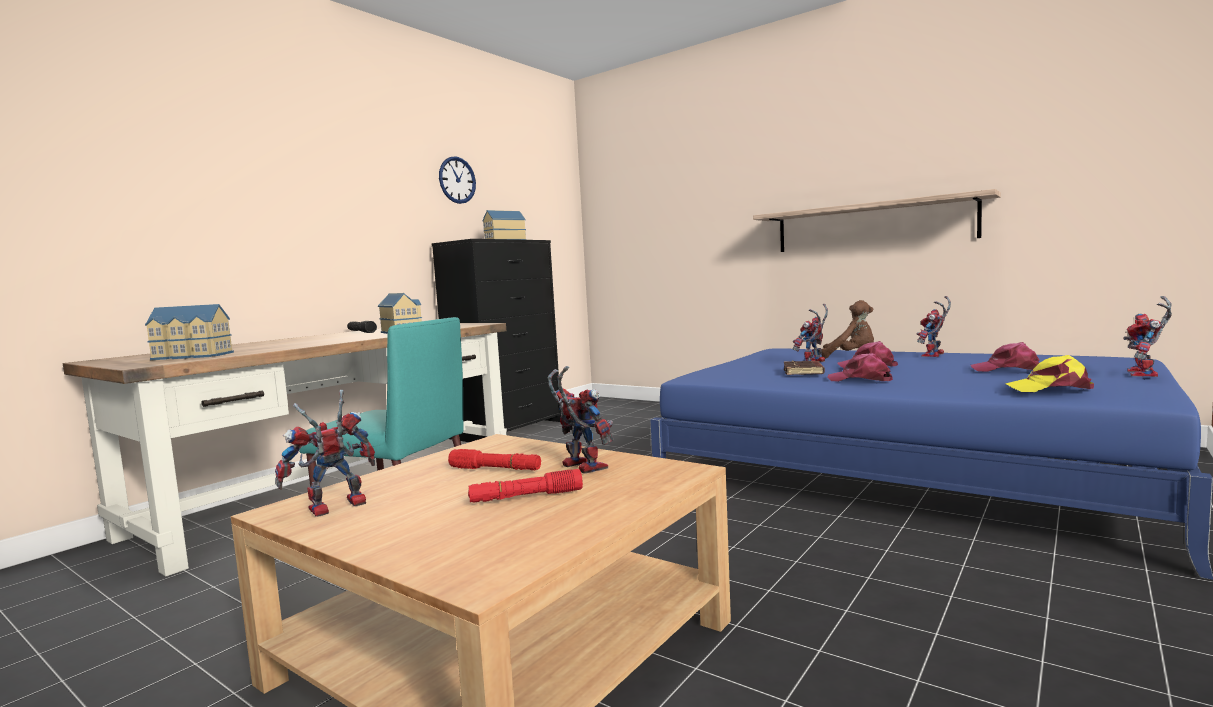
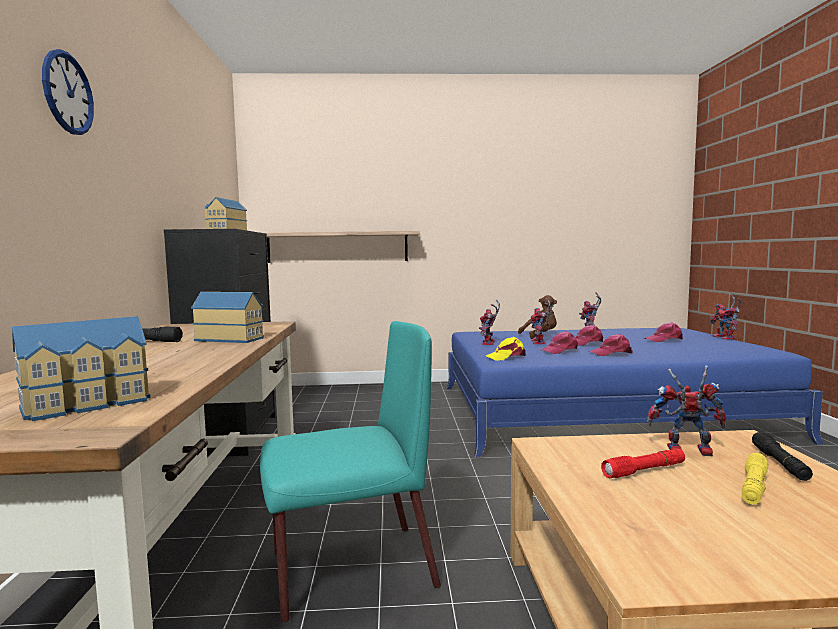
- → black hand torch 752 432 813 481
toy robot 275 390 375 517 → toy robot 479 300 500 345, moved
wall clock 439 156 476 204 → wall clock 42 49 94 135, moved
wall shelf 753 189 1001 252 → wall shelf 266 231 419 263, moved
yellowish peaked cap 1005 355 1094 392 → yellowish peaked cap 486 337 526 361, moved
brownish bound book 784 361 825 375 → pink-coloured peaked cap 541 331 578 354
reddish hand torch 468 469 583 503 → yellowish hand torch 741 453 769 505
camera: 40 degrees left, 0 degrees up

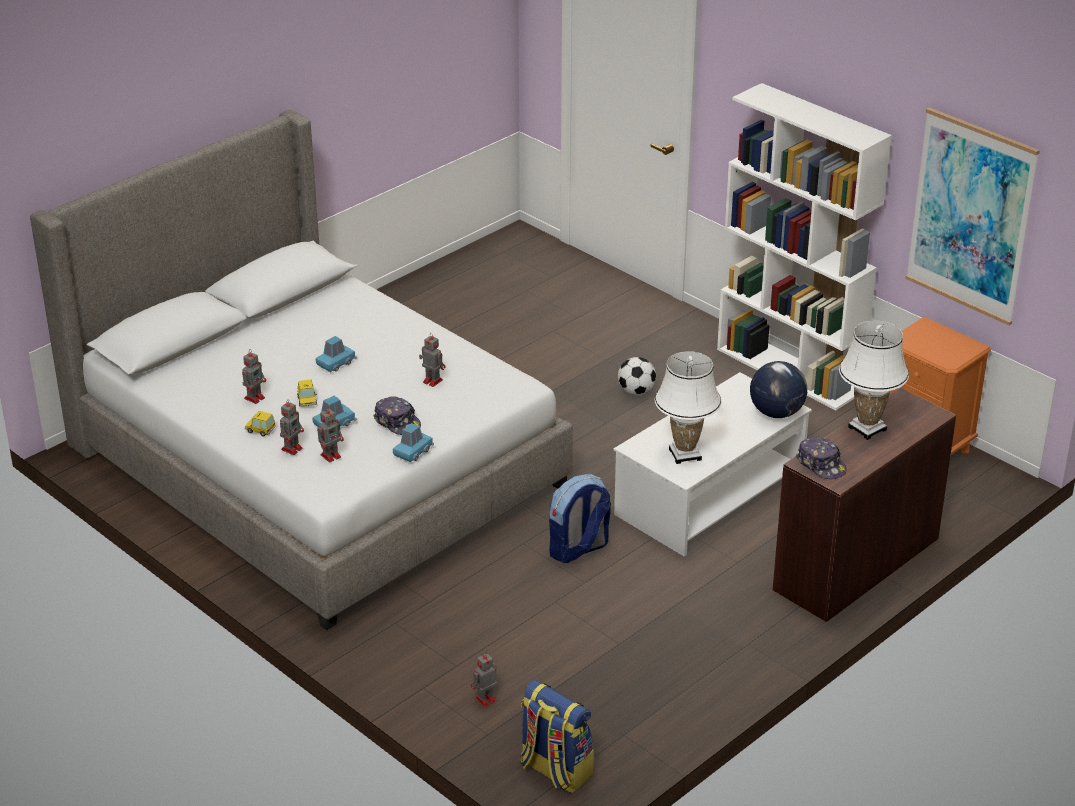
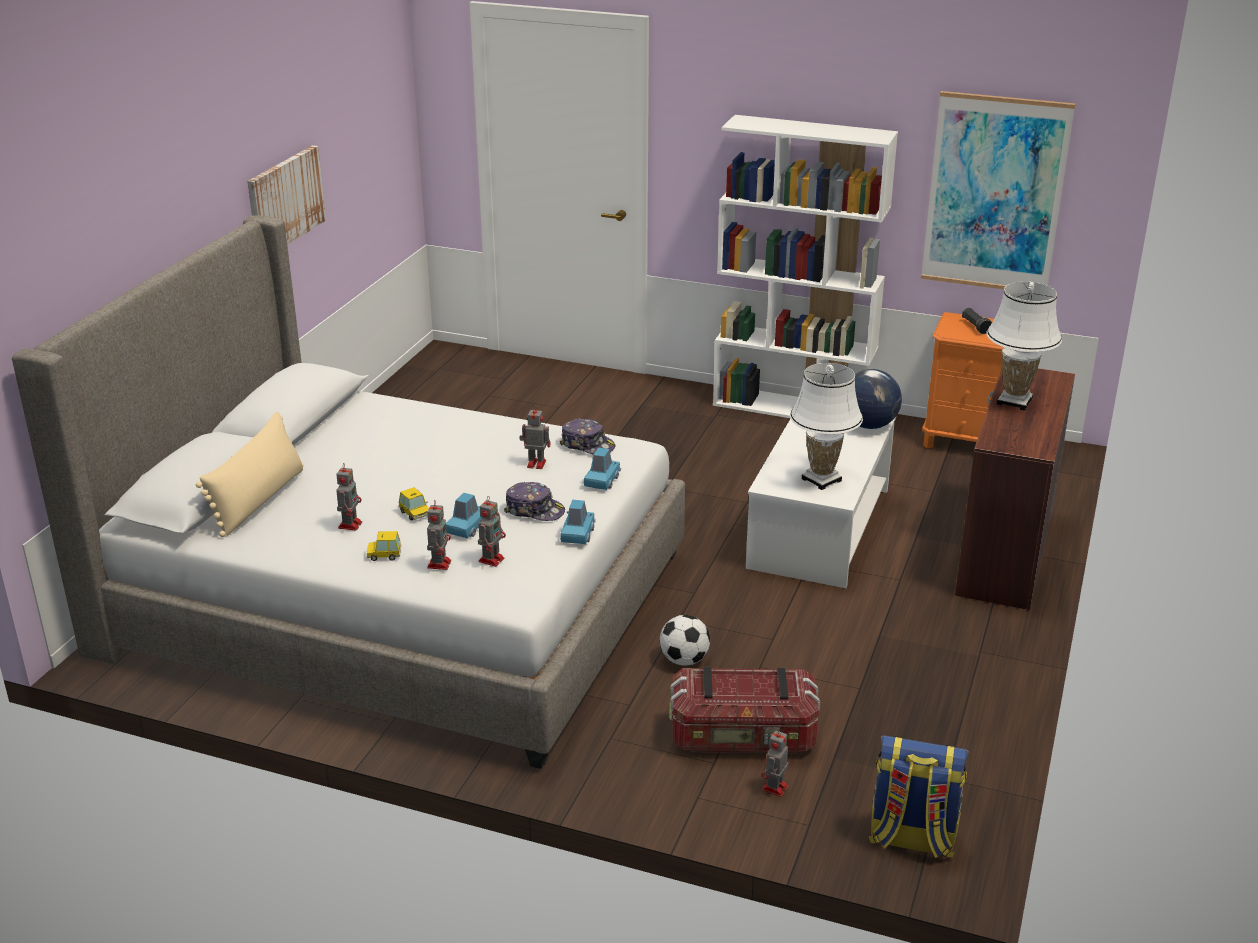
rucksack 549 474 611 563 → -
- → sand-coloured pillow 196 412 303 537
- → picture 247 145 326 245
- → storage box 669 667 820 754
- → black hand torch 962 308 992 334
bluish toy car 316 336 357 372 → bluish toy car 584 448 621 490, moved
ball for football 618 357 656 395 → ball for football 660 615 710 666, moved
peaked cap 796 437 847 479 → peaked cap 559 418 616 454, moved
camera: 25 degrees left, 5 degrees down

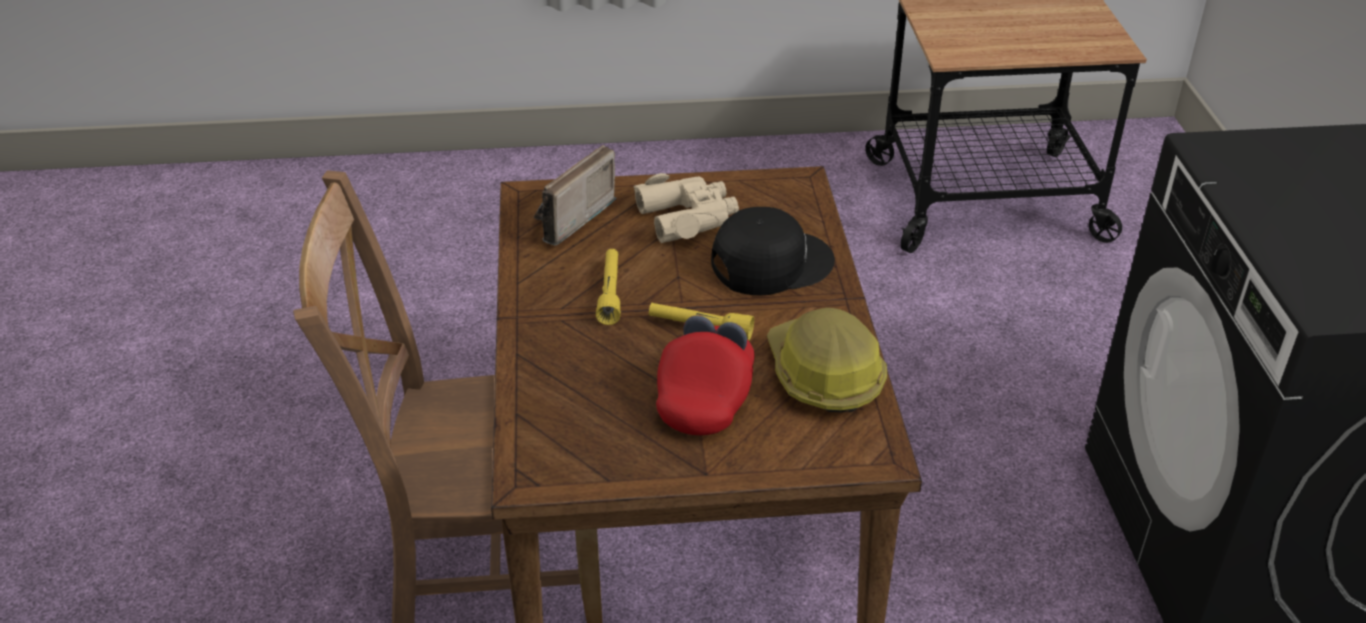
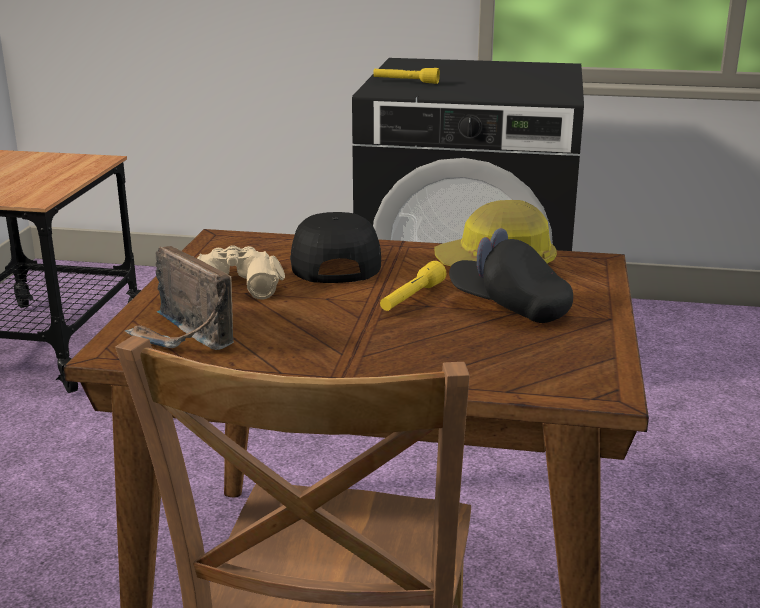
yellowish hand torch 596 249 621 325 → yellowish hand torch 373 68 440 84, moved
reddish peaked cap 656 315 755 435 → black peaked cap 449 228 573 323
camera: 75 degrees left, 15 degrees down

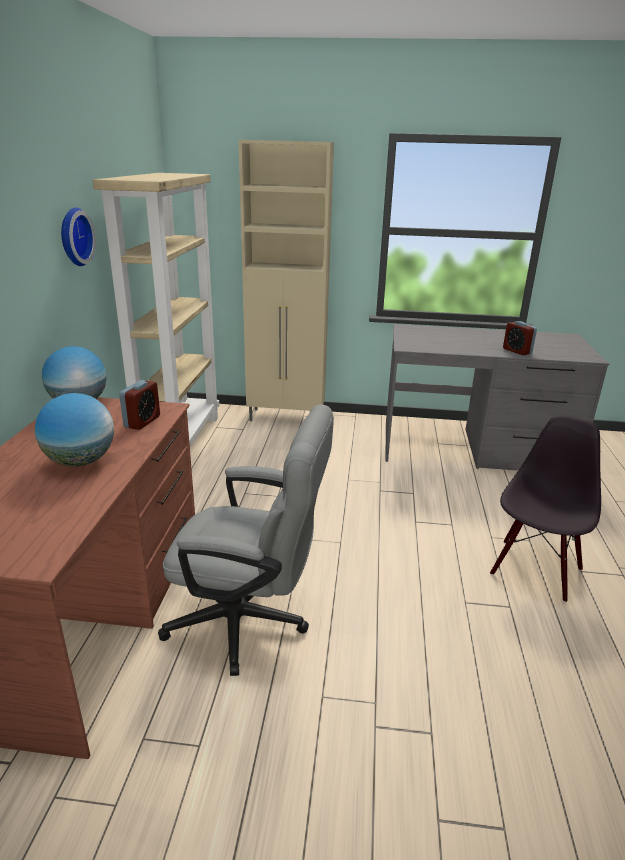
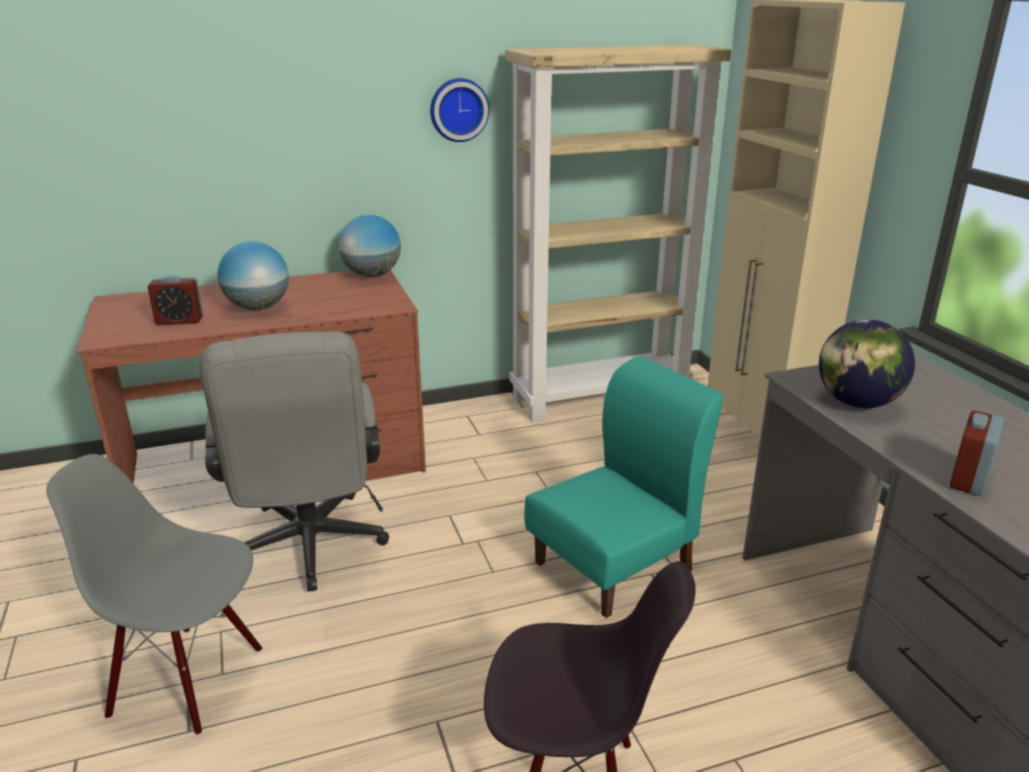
- → greyish plain chair 46 454 262 736
- → turquoise-coloured plain chair 524 356 723 618
- → desk globe 819 319 915 408
bedside clock 119 380 160 430 → bedside clock 148 275 203 325, moved
camera: 65 degrees right, 0 degrees up

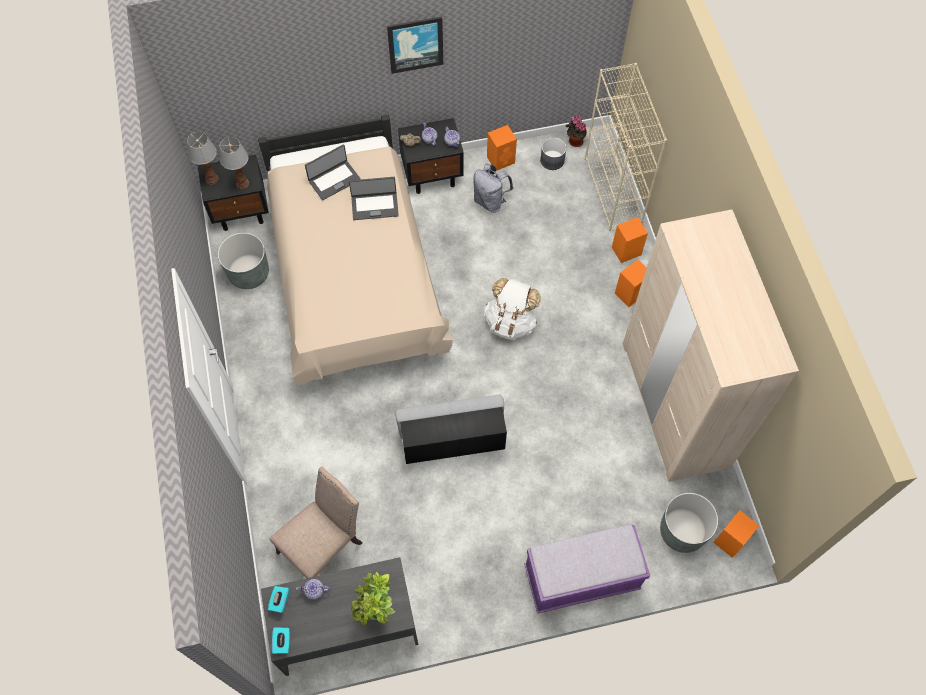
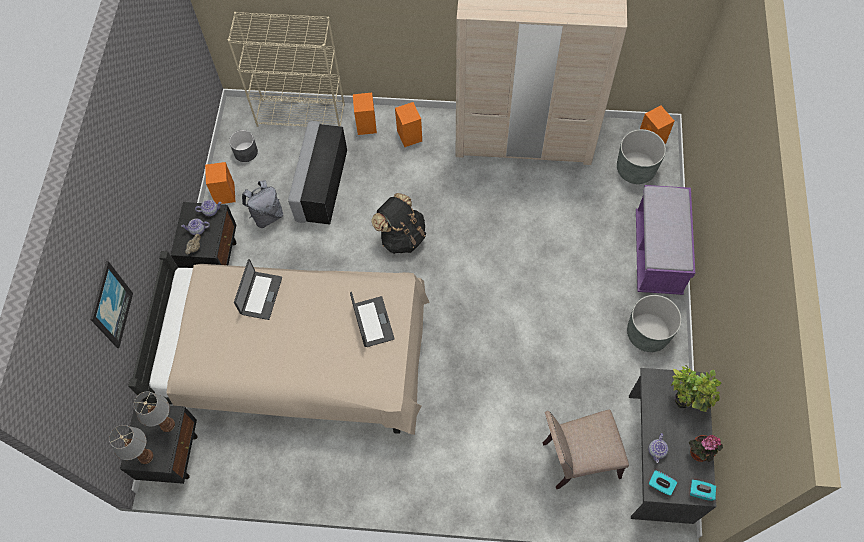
greyish flower pot 218 232 269 289 → greyish flower pot 627 295 682 352, moved
laptop 305 144 361 200 → laptop 350 292 394 347, moved
picture 387 16 443 74 → picture 90 261 133 348, moved
greyish ottoman 395 394 507 464 → greyish ottoman 288 121 347 225, moved
plant in a pot 566 115 587 147 → plant in a pot 689 435 723 462, moved
white-coloured rucksack 484 278 541 340 → black rucksack 371 193 426 254
sand-coloured plain chair 270 467 363 578 → sand-coloured plain chair 543 409 629 489, 75 degrees counterclockwise
camera: 70 degrees left, 0 degrees up

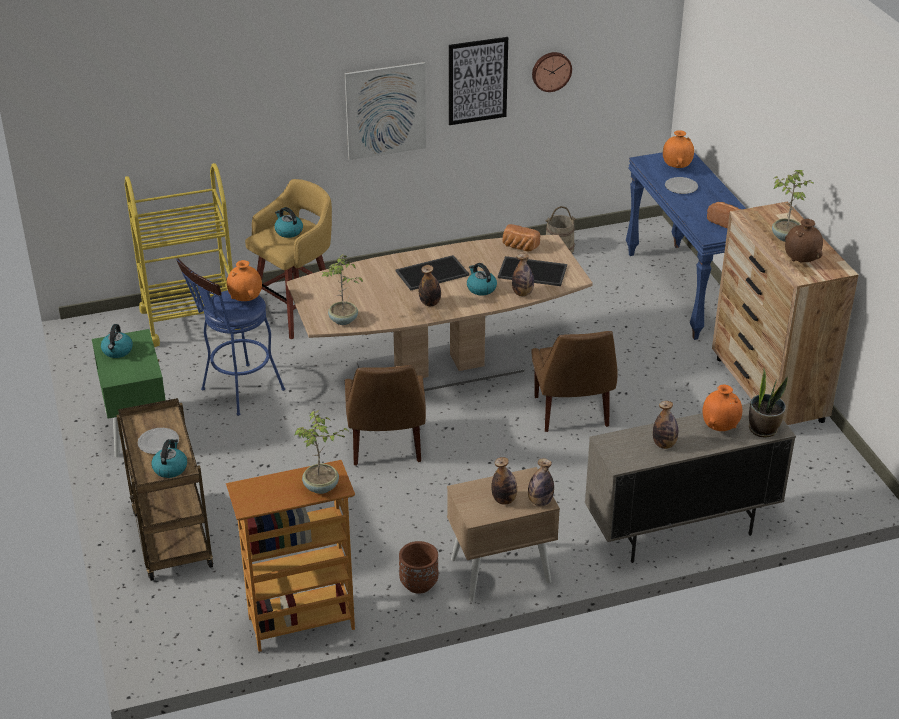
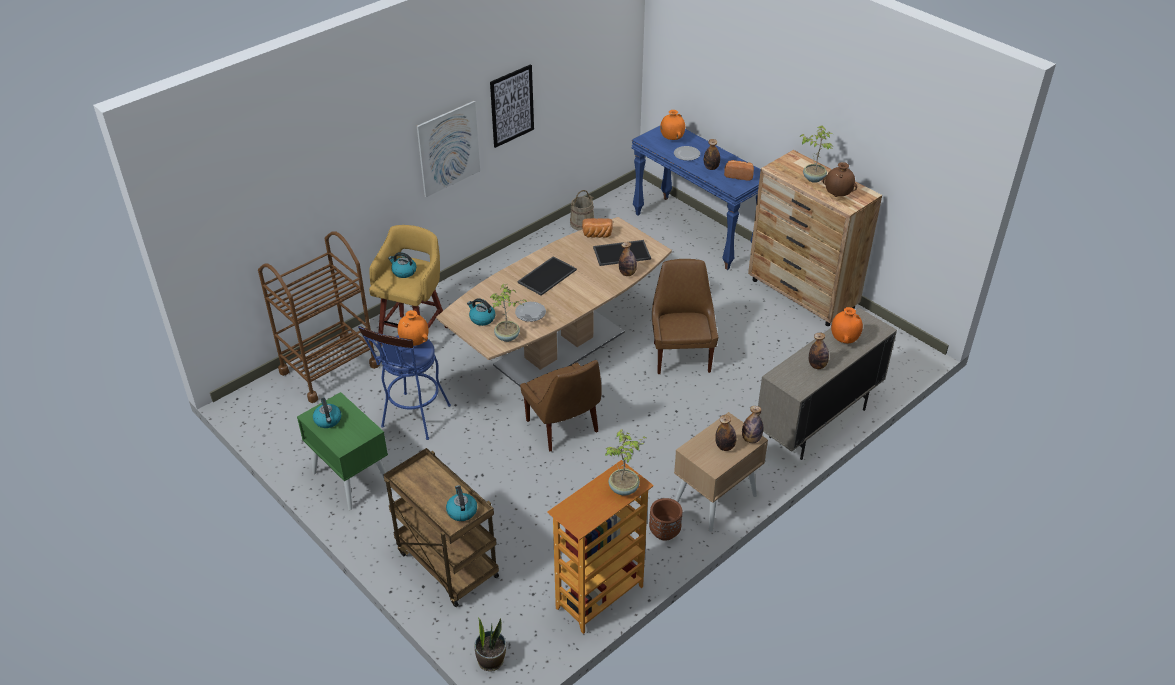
wall clock 532 52 572 92 → -
plate 138 428 179 454 → plate 515 302 546 322, moved
beverage bottle 419 265 441 306 → beverage bottle 704 139 720 170, moved
water kettle 467 263 497 296 → water kettle 467 298 495 326, moved
plant in a pot 749 369 788 438 → plant in a pot 474 617 506 671, moved
yellowish cart 125 163 240 347 → brownish cart 258 231 380 403
brownish plain chair 532 331 617 432 → brownish plain chair 652 259 718 374, 150 degrees counterclockwise
camera: 25 degrees left, 5 degrees up

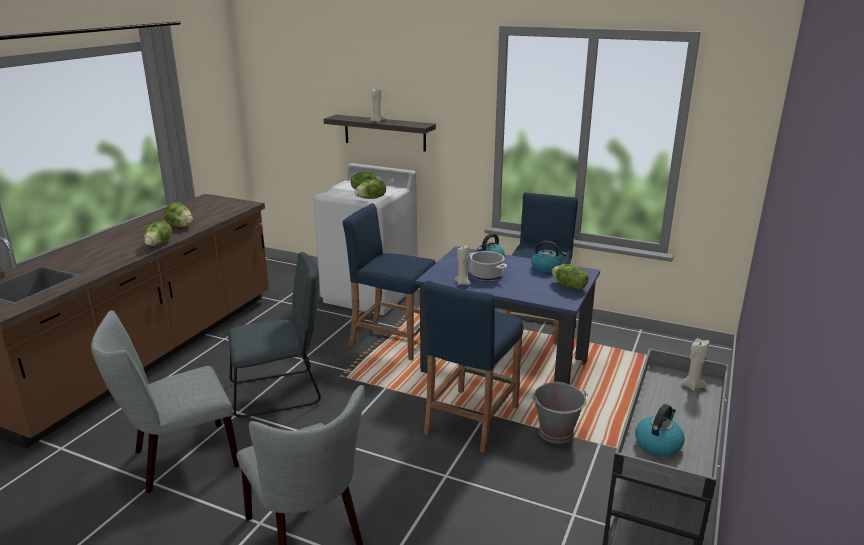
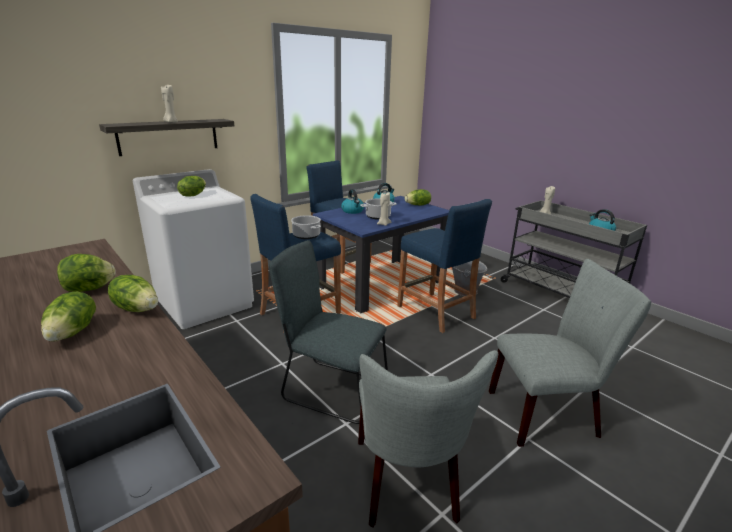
- → cooking pot 291 215 321 239
lettuce 354 179 386 199 → lettuce 41 292 96 342, moved
greyish plain chair 228 252 321 418 → greyish plain chair 269 240 388 424, 75 degrees counterclockwise
camera: 65 degrees left, 0 degrees up

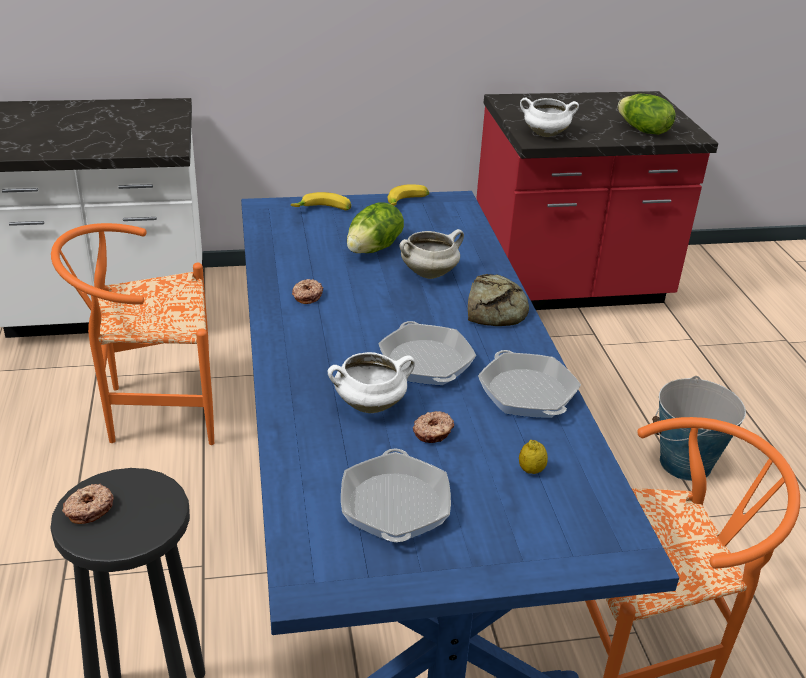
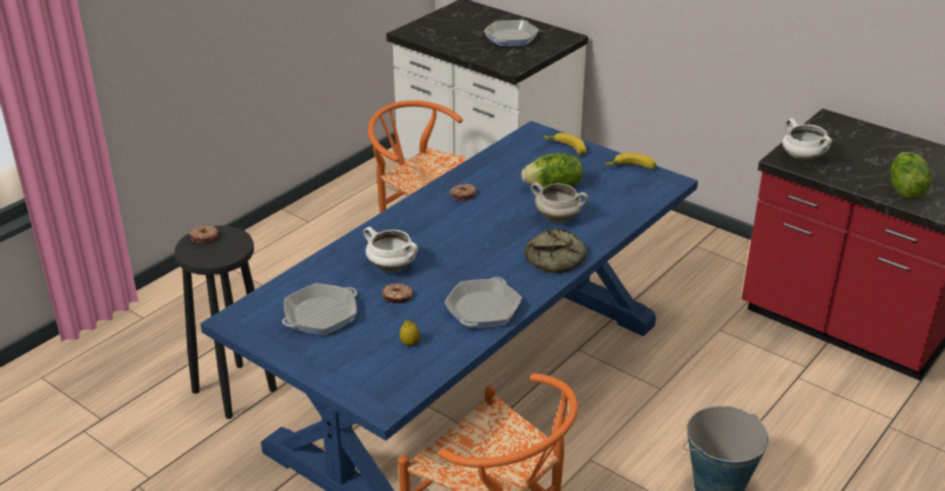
pan 378 321 476 385 → pan 484 19 539 46, moved
camera: 50 degrees right, 0 degrees up

